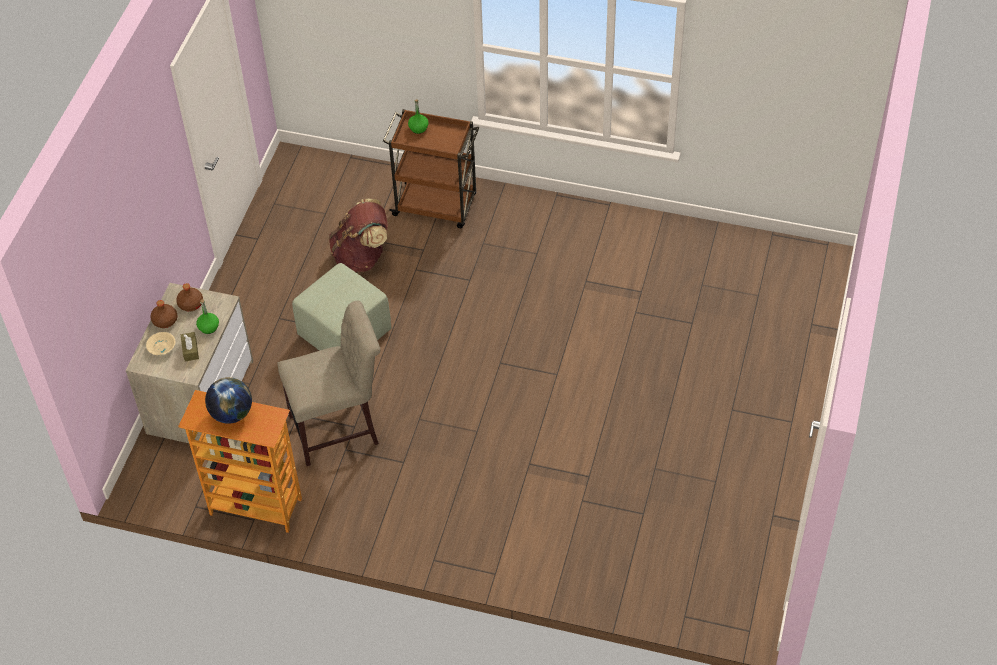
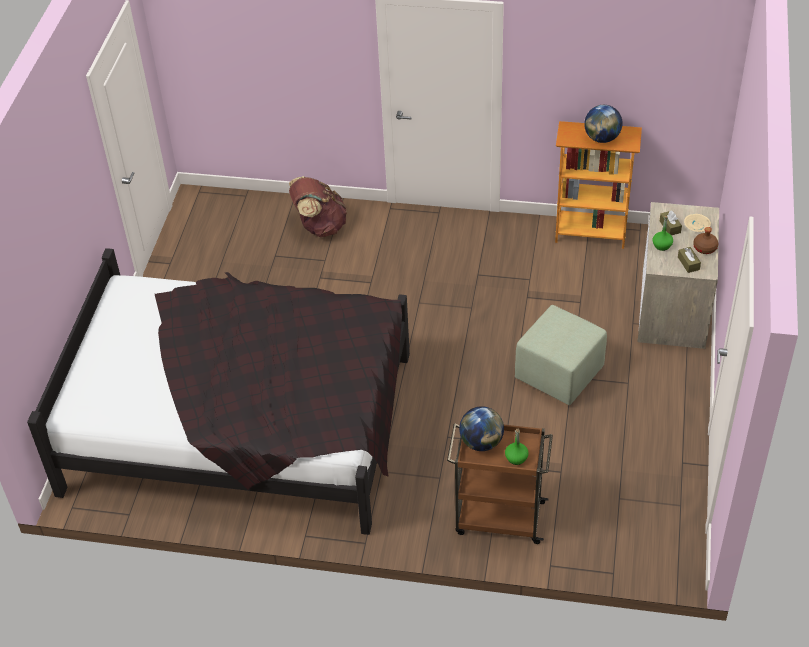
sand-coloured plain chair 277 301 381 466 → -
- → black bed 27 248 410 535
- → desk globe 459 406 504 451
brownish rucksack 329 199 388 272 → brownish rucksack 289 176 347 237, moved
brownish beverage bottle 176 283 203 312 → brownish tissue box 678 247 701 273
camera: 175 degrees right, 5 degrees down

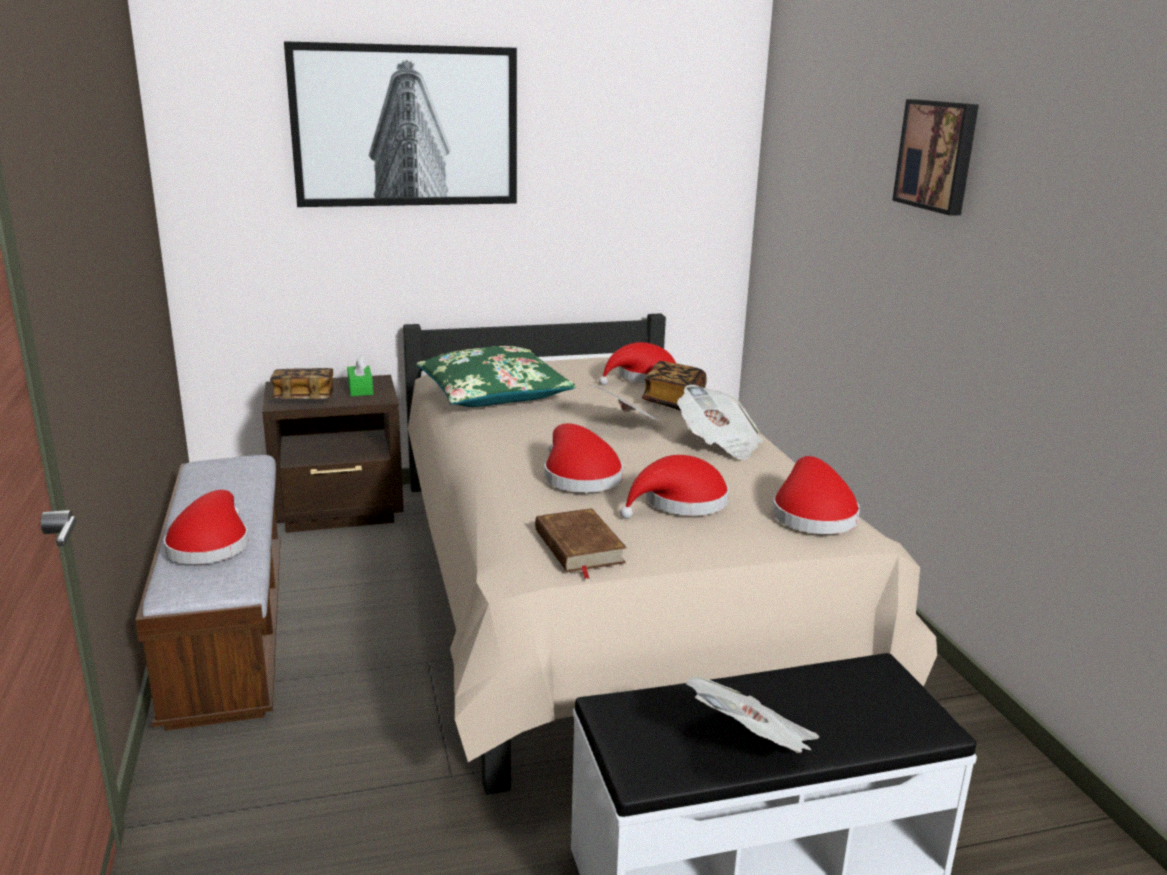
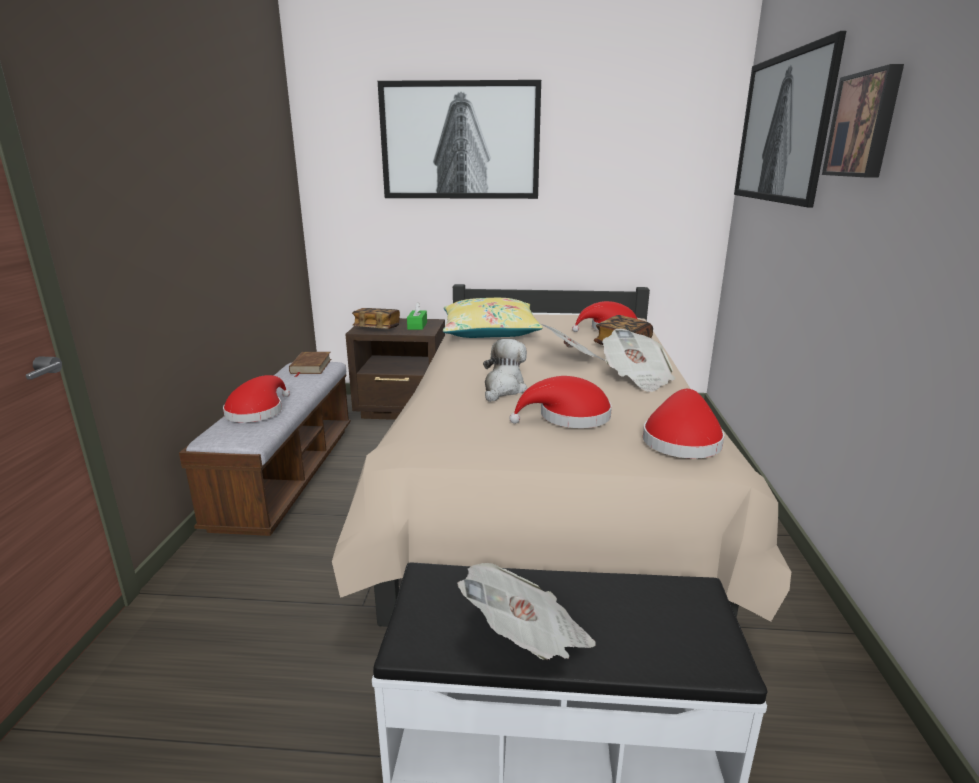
- → picture 734 31 846 207
brownish bound book 535 508 627 579 → brownish bound book 289 352 331 377, moved
reddish clothing hat 544 423 623 492 → soft toy 483 339 527 402
greenish pillow 416 346 576 407 → yellowish pillow 443 298 543 338
camera: 20 degrees right, 0 degrees up

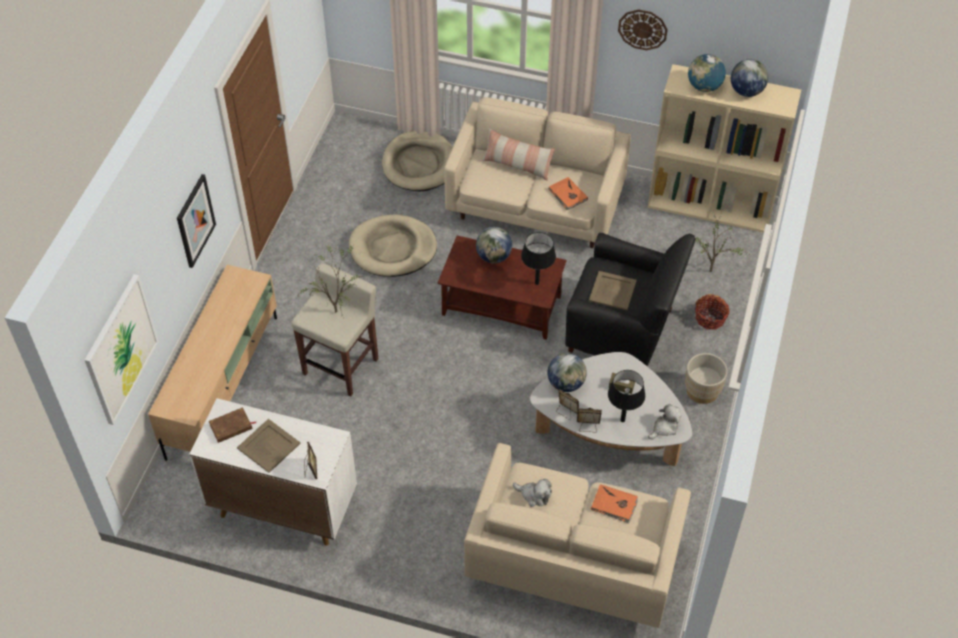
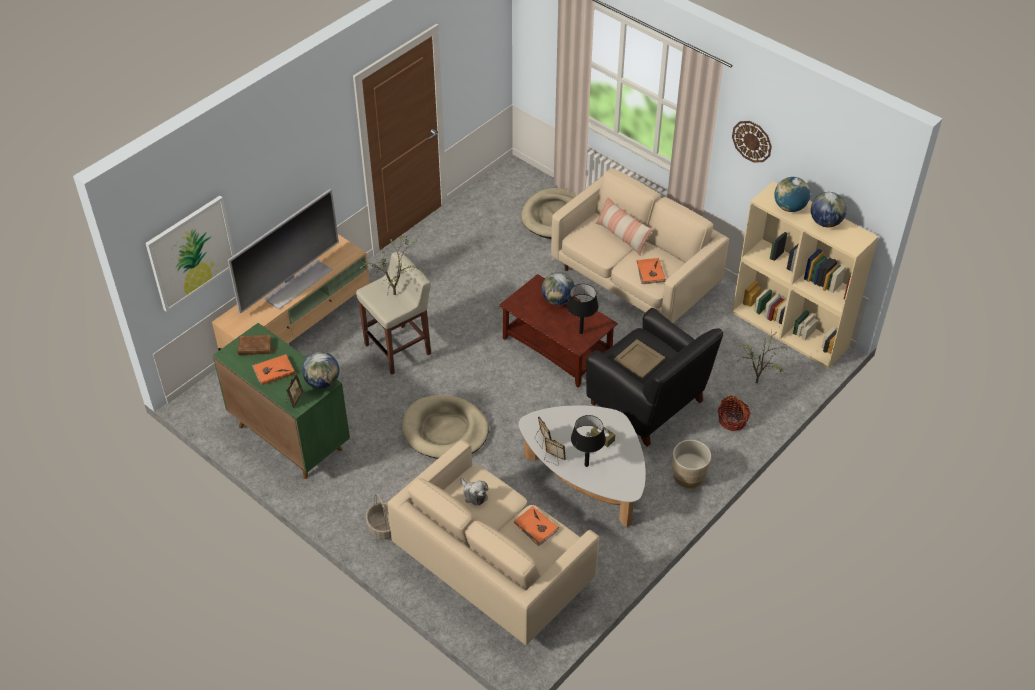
picture 177 174 216 268 → -
soft toy 648 404 681 439 → -
- → television 228 189 339 314
- → storage basket 366 493 391 539
sand-coloured pet bed 349 214 437 277 → sand-coloured pet bed 402 395 489 459, moved
desk globe 547 353 587 392 → desk globe 302 352 339 389, moved
sand-coloured carrying tray 237 419 300 473 → orangey bound book 252 354 295 385
white-coloured storage cabinet 189 398 357 546 → greenish storage cabinet 213 323 350 479
camera: 25 degrees right, 5 degrees down

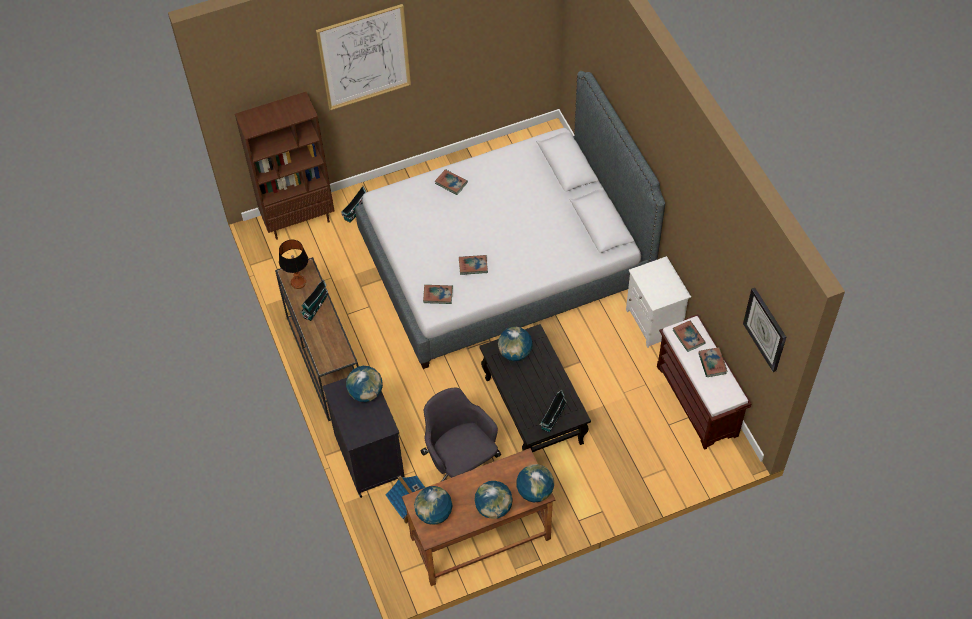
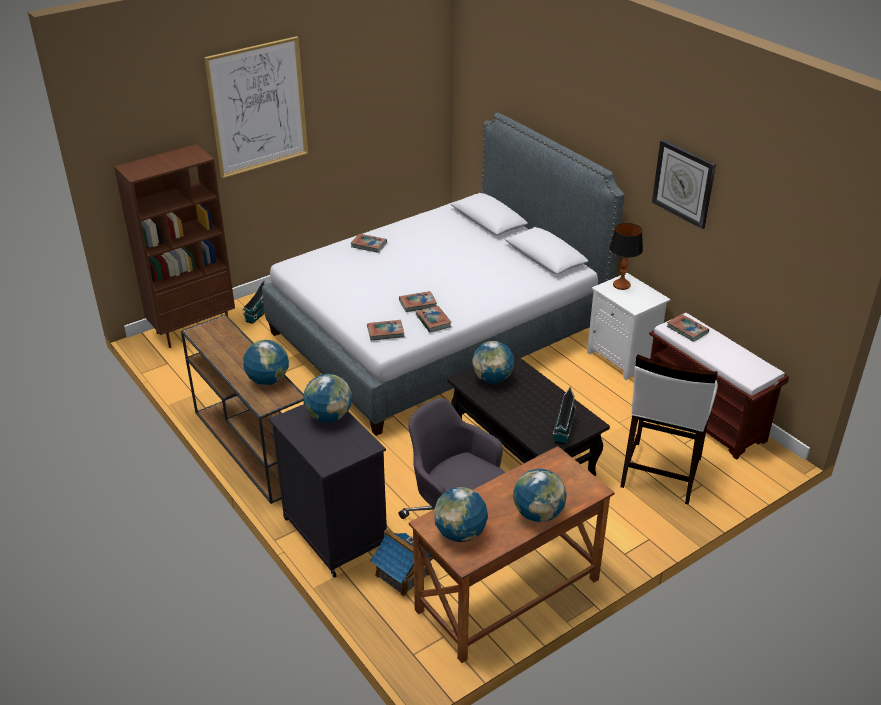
toy house 300 279 328 321 → -
- → white-coloured stool seat 620 354 718 505
tabletop lamp 279 240 308 289 → tabletop lamp 609 223 643 290, moved
desk globe 516 464 554 502 → desk globe 243 340 289 385, moved
bound book 698 347 728 377 → bound book 416 306 452 332, moved
wall clock 743 288 786 372 → wall clock 652 139 716 229, moved
camera: 15 degrees left, 20 degrees down

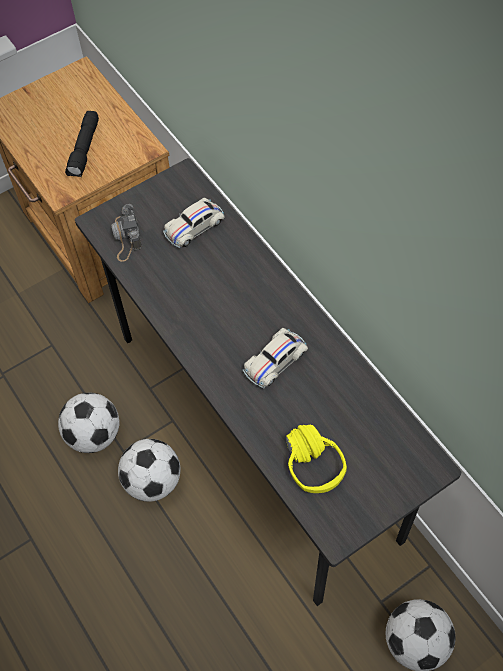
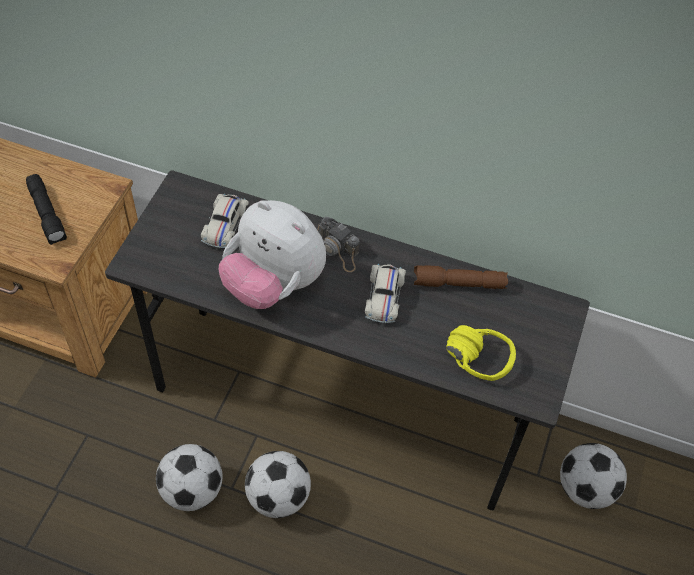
- → soft toy 219 200 326 309
- → brownish hand torch 414 265 508 289
still camera 111 204 142 262 → still camera 317 217 360 272, moved
camera: 40 degrees left, 5 degrees down

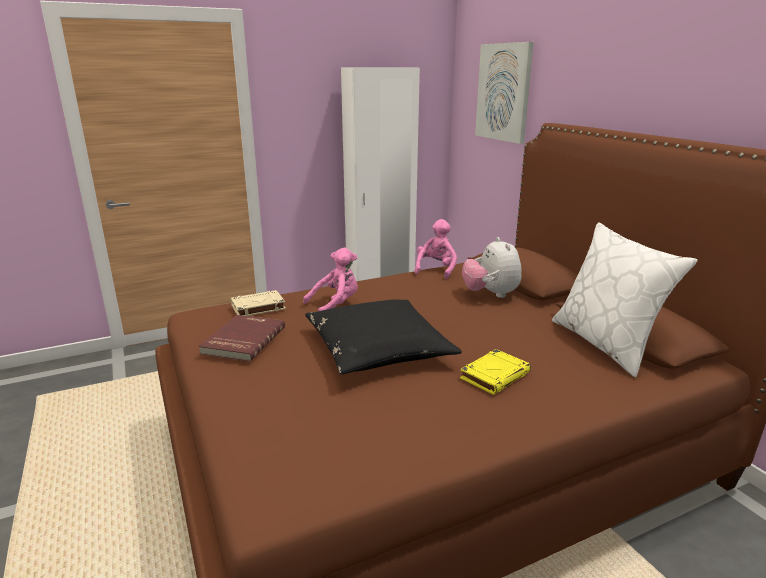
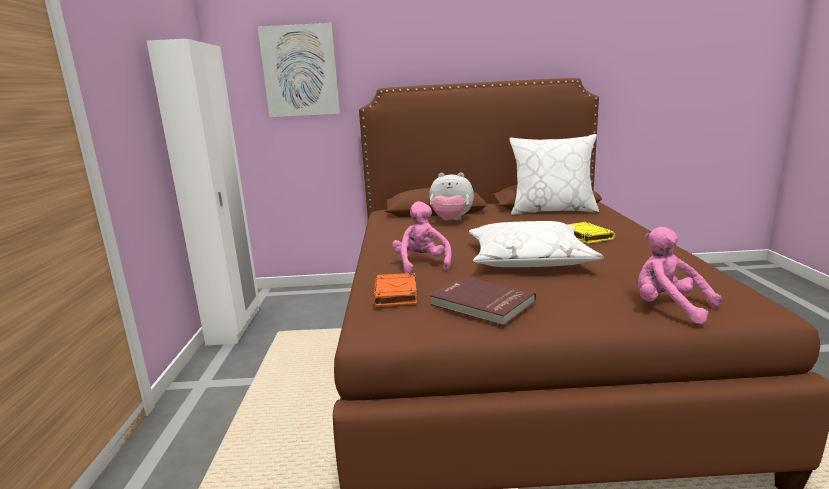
pink-coloured soft toy 415 219 457 279 → pink-coloured soft toy 638 227 722 324, moved
sand-coloured bound book 231 290 286 316 → orangey bound book 373 273 417 306
black pillow 305 299 462 374 → white-coloured pillow 469 221 604 267
camera: 65 degrees left, 5 degrees down

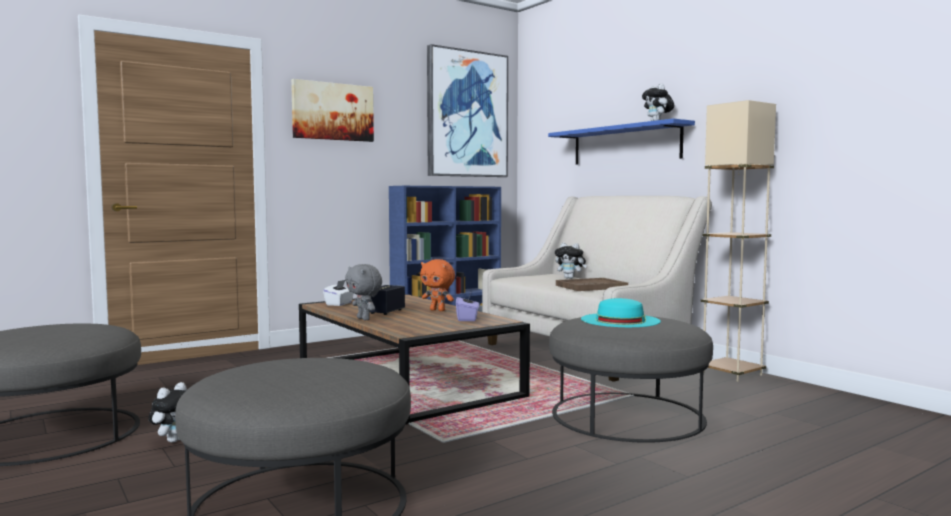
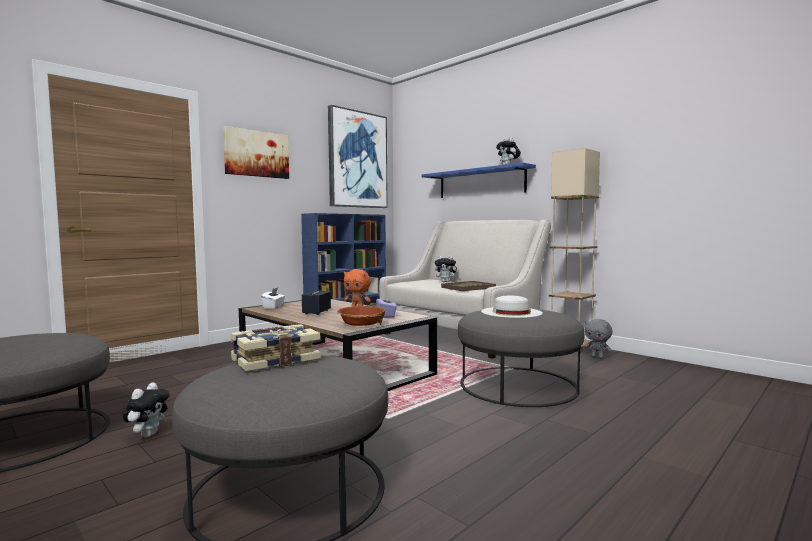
- → bound book 230 324 321 372
- → bowl 337 306 385 326
greyish soft toy 345 264 382 321 → greyish soft toy 584 319 612 359, moved
turquoise-coloured clothing hat 581 298 661 327 → white-coloured clothing hat 481 295 543 318
camera: 10 degrees left, 0 degrees up

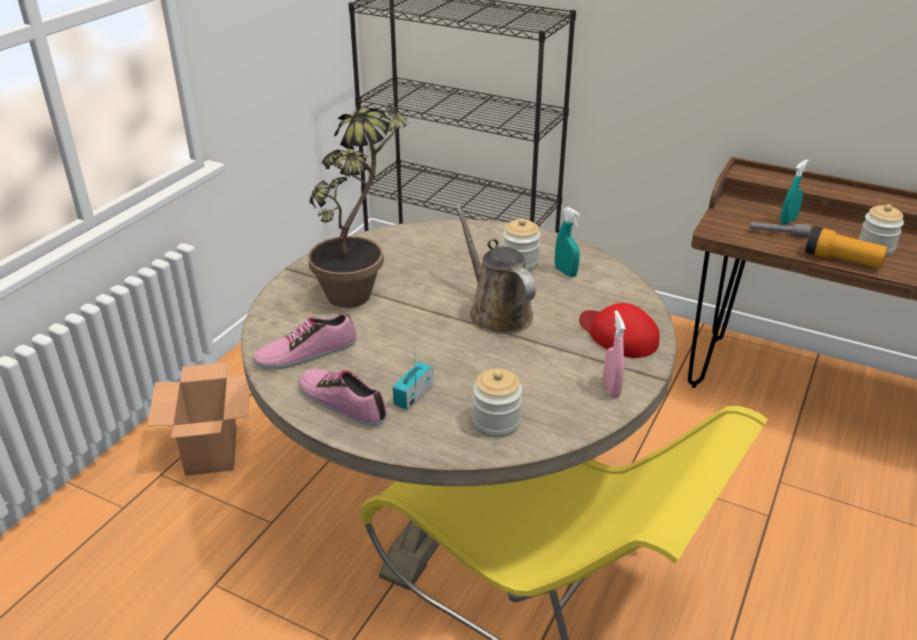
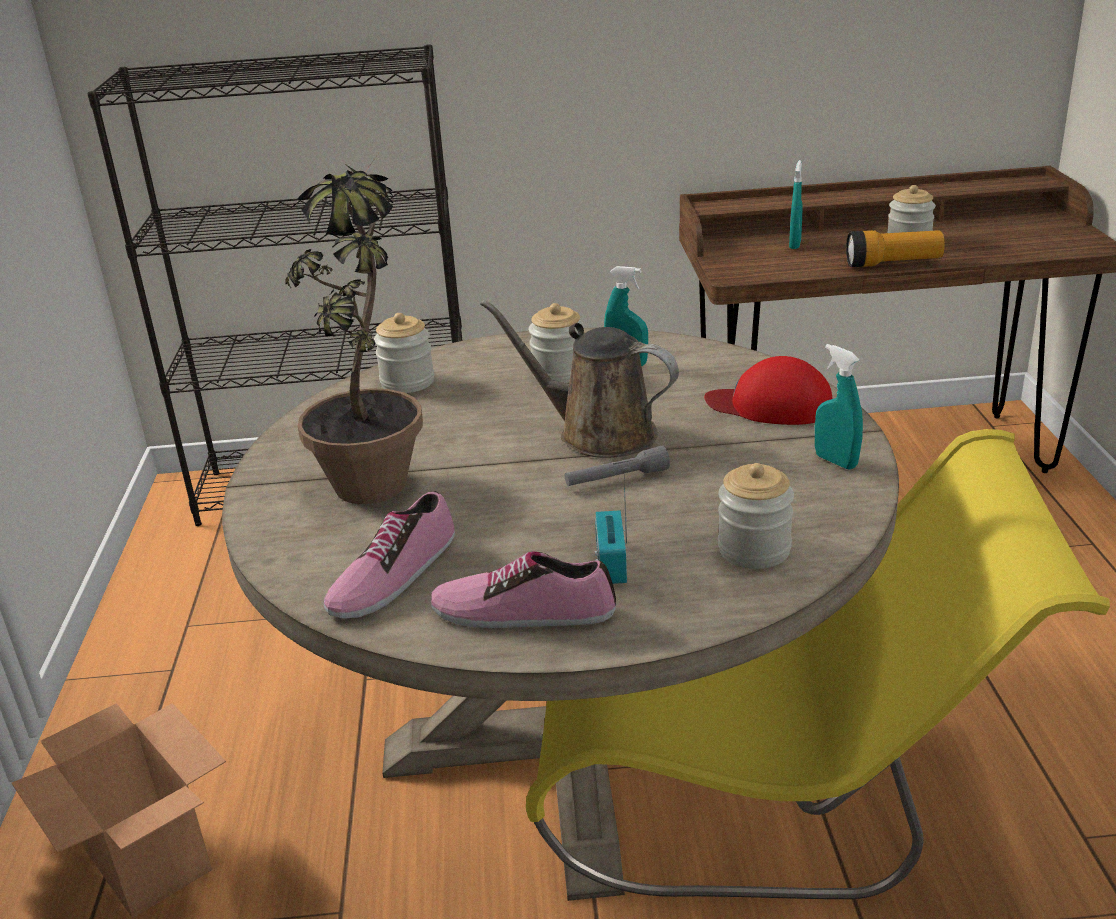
- → jar 374 313 434 393
greyish hand torch 750 222 810 238 → greyish hand torch 565 446 670 486, moved
pink-coloured sprayer 603 310 626 398 → turquoise-coloured sprayer 815 344 863 470
camera: 30 degrees left, 5 degrees down

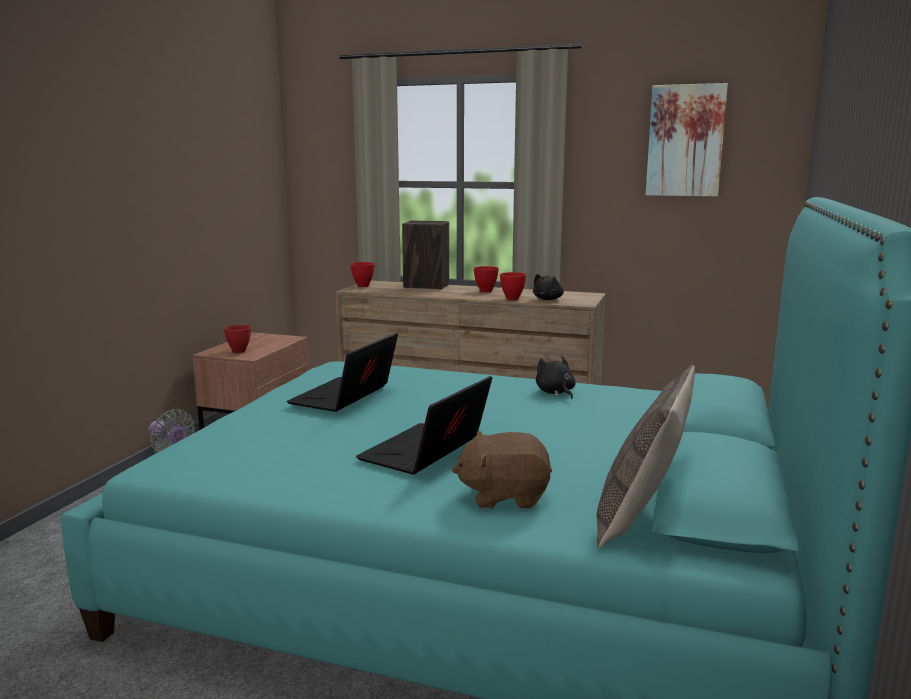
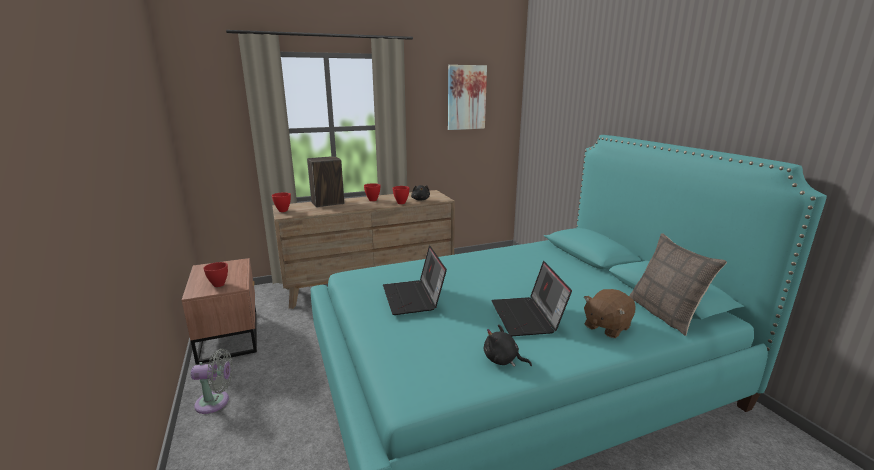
black soft toy 536 356 576 399 → black soft toy 484 324 532 367, moved
camera: 40 degrees left, 5 degrees up

